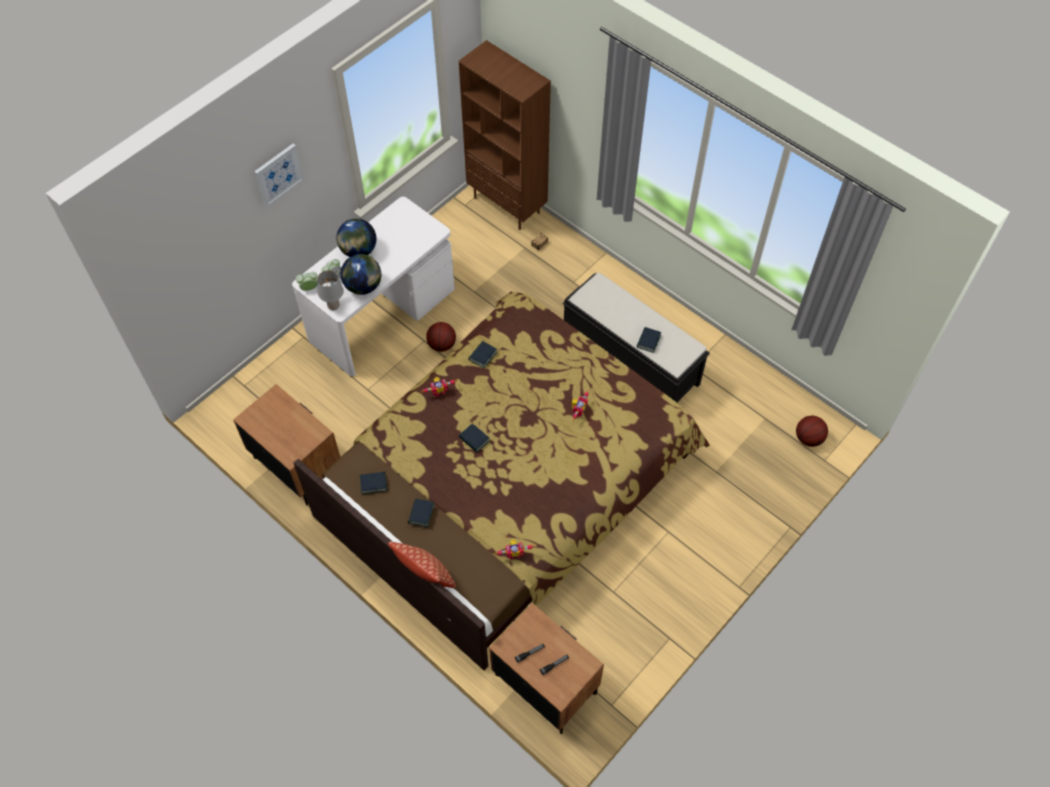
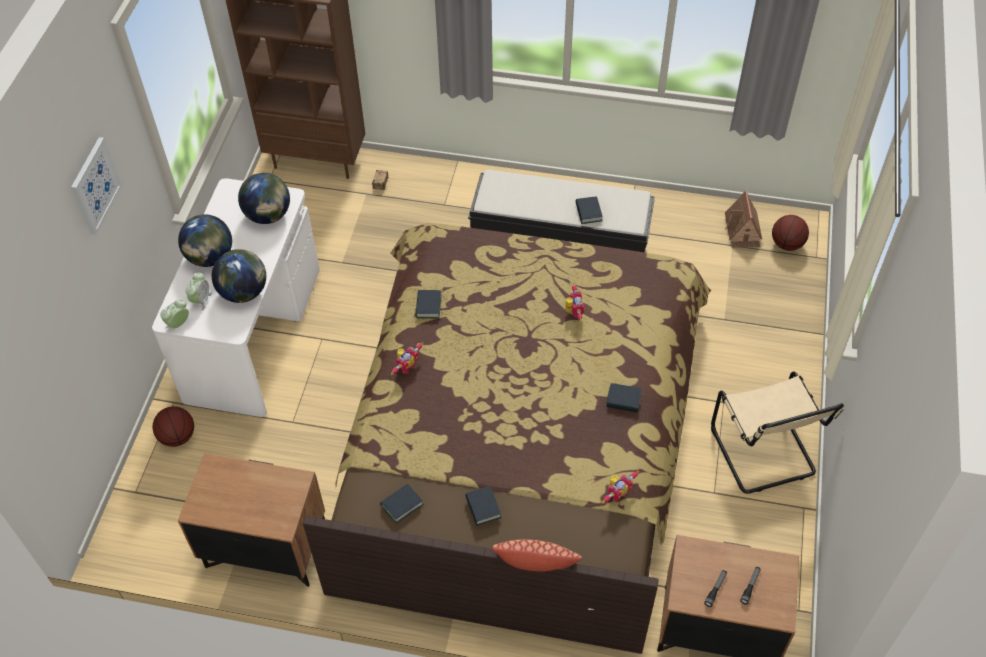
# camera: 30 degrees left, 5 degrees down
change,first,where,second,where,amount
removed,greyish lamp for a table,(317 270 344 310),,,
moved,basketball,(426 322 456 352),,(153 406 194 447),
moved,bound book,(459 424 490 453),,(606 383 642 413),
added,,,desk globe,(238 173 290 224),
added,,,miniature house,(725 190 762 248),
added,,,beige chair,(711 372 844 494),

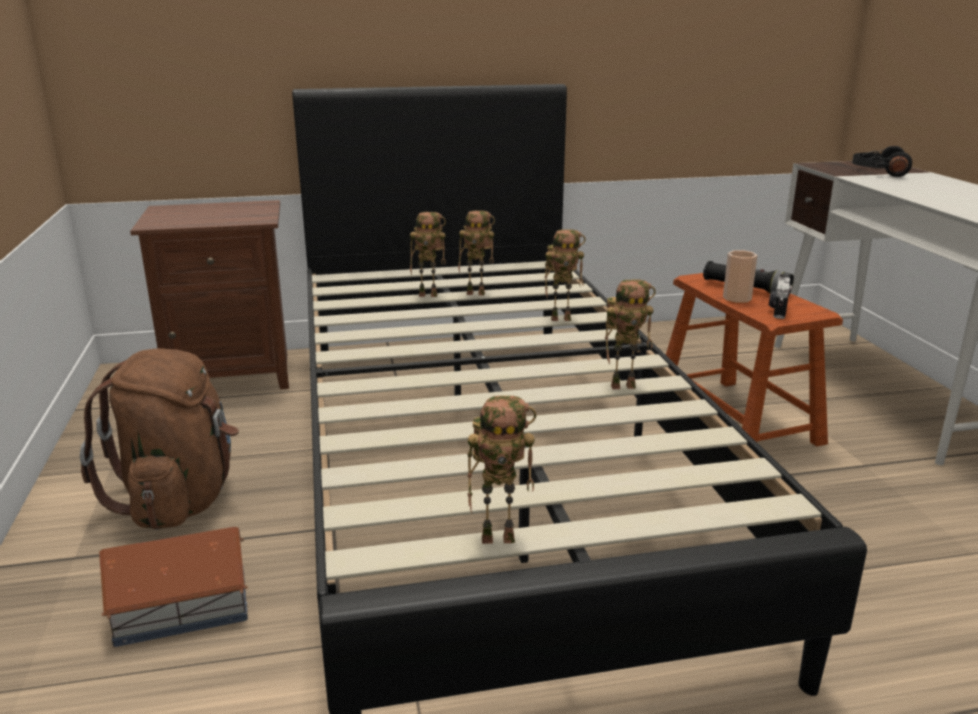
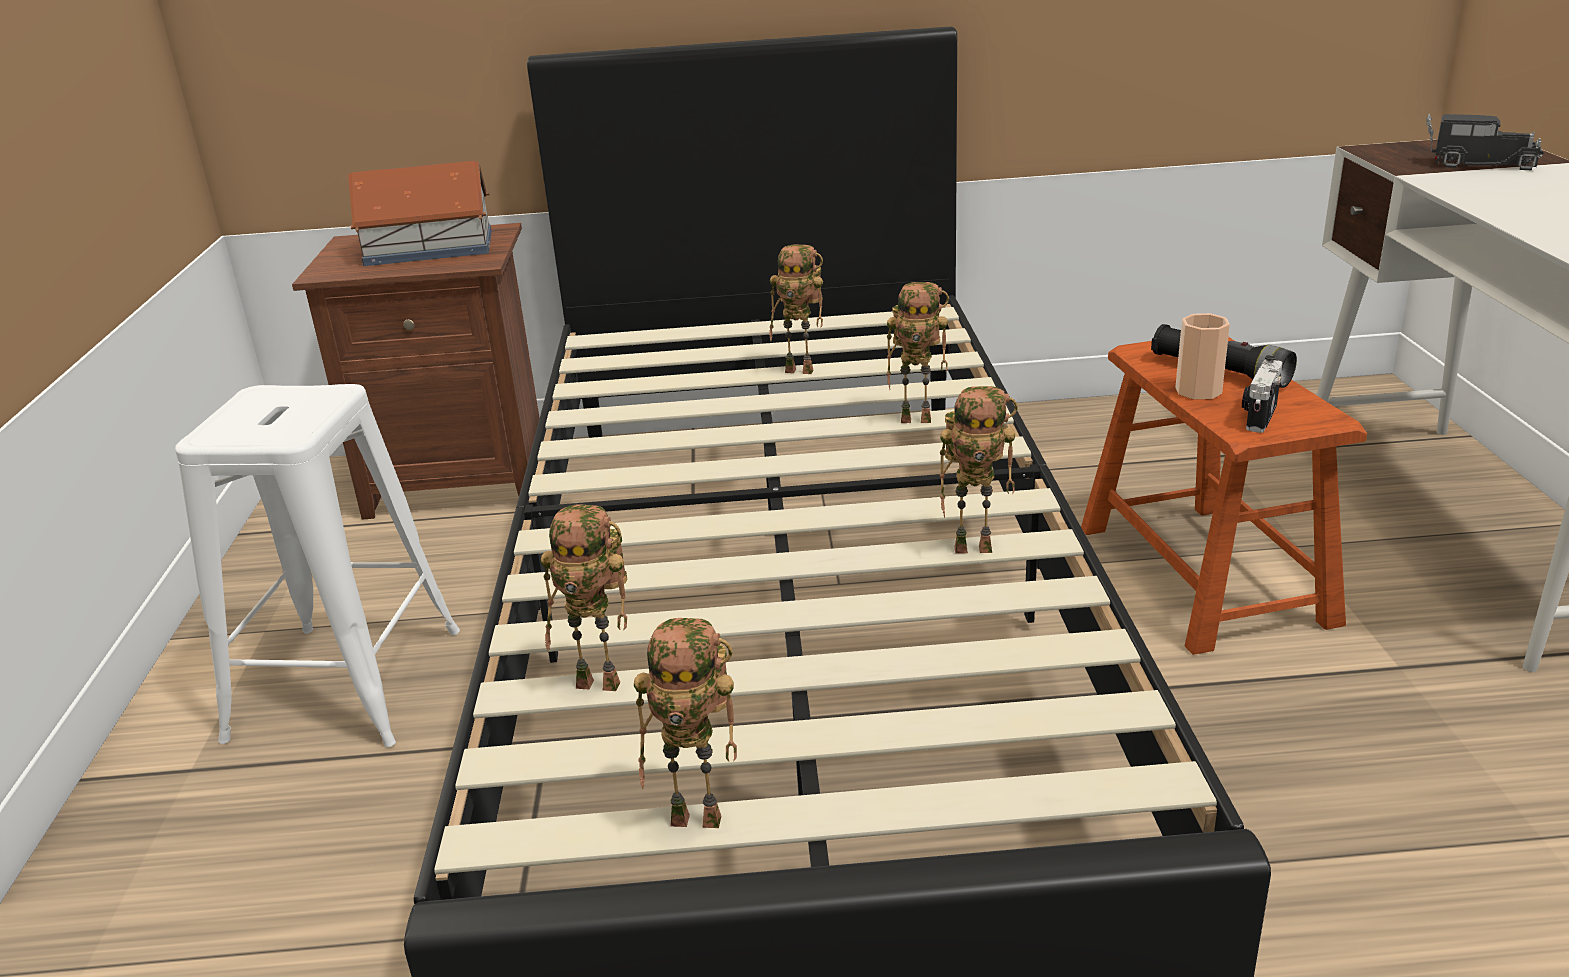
# camera: 10 degrees right, 5 degrees up
change,first,where,second,where,amount
replaced,black-coloured headset,(852 146 912 177),toy truck,(1426 113 1544 170),
moved,model robot,(410 212 446 297),,(541 504 627 691),
replaced,brown-coloured backpack,(80 348 239 530),white sitting stool,(175 384 460 748),
moved,miniature house,(99 527 248 647),,(348 161 492 266),

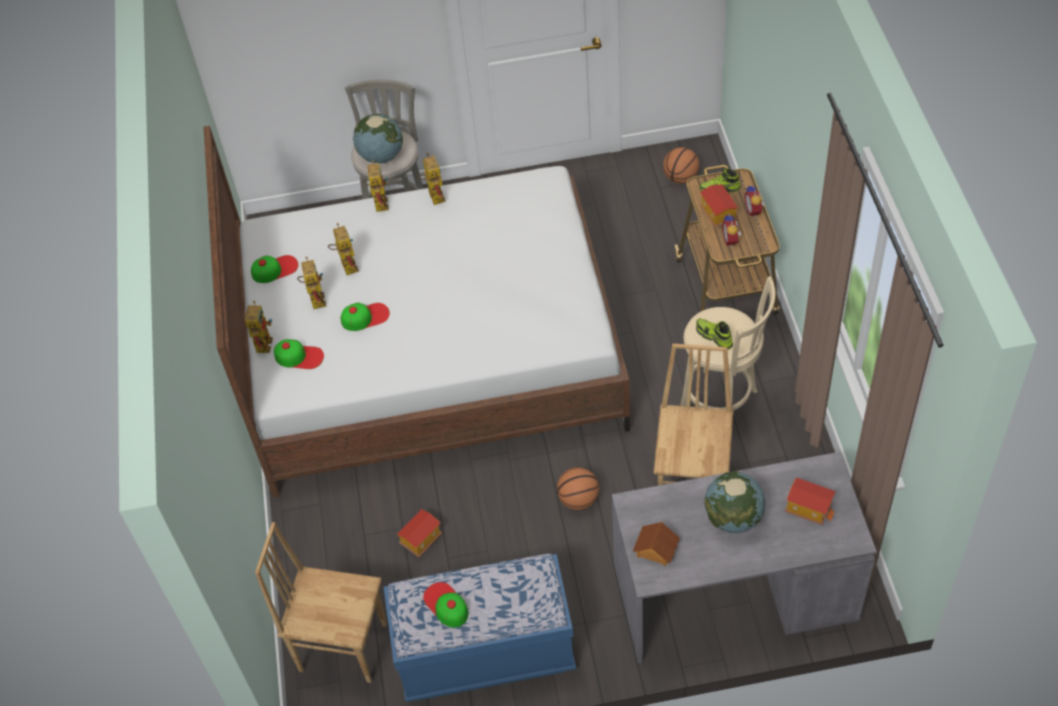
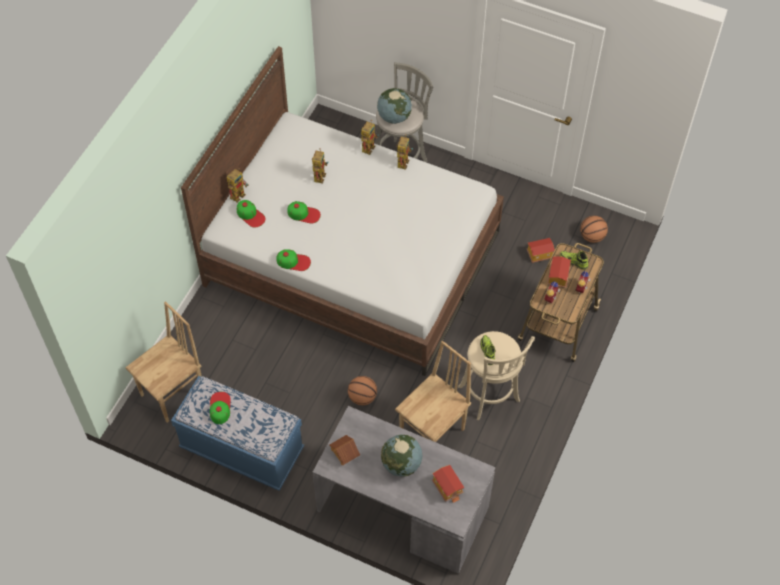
# camera: 30 degrees right, 5 degrees up
change,first,where,second,where,amount
moved,cap,(251 255 298 283),,(277 249 311 271),
removed,model robot,(297 256 326 309),,,
moved,miniature house,(397 509 442 557),,(527 238 555 263),
turned,brown-coloured chair,(255 522 387 683),,(126 301 202 423),90 degrees clockwise

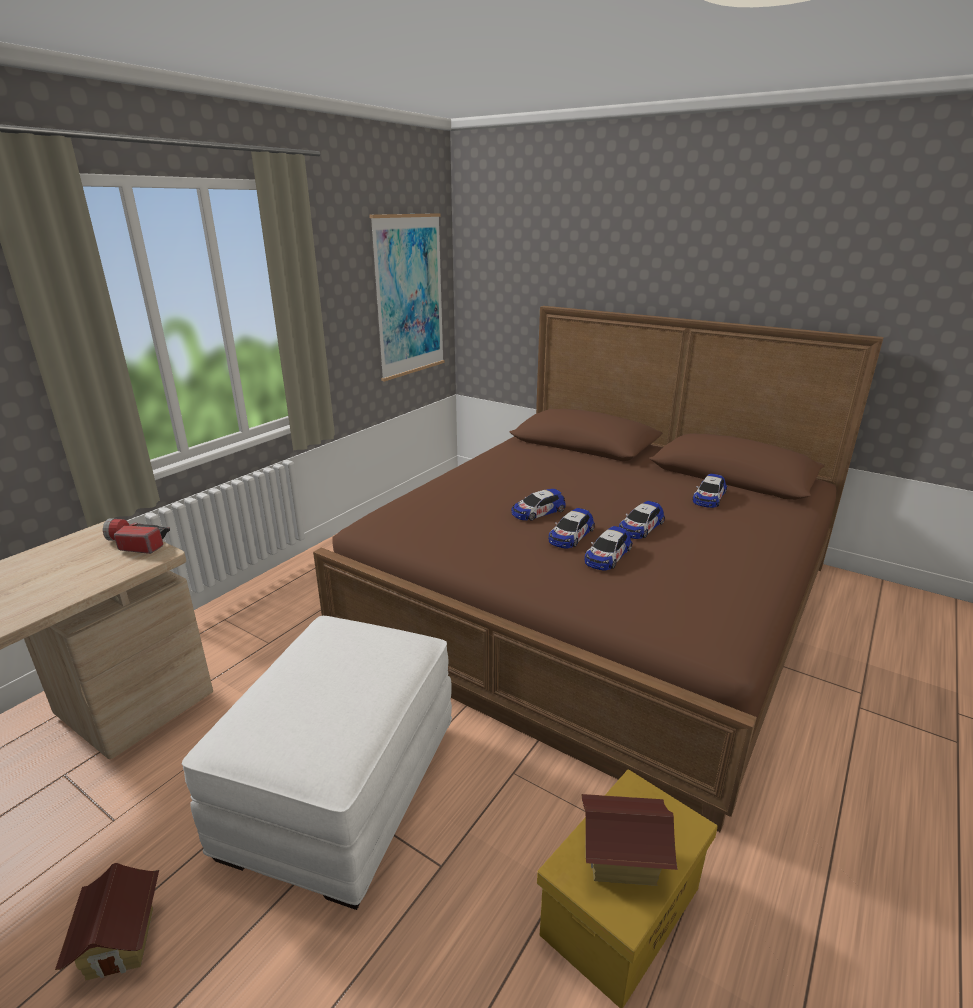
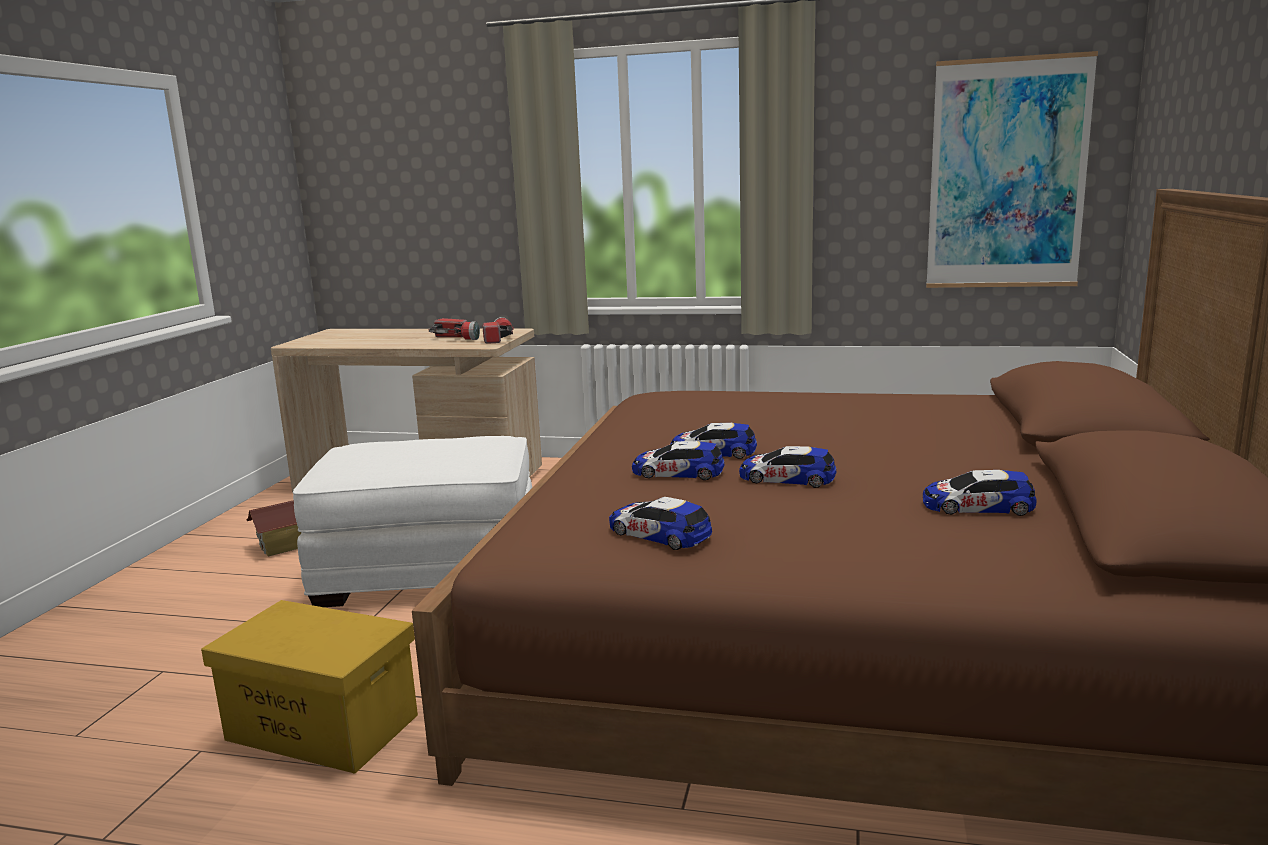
# camera: 70 degrees right, 10 degrees down
change,first,where,second,where,amount
moved,toy car,(512 489 566 521),,(609 497 712 550),
removed,miniature house,(582 794 678 886),,,
added,,,hand torch,(429 318 480 340),

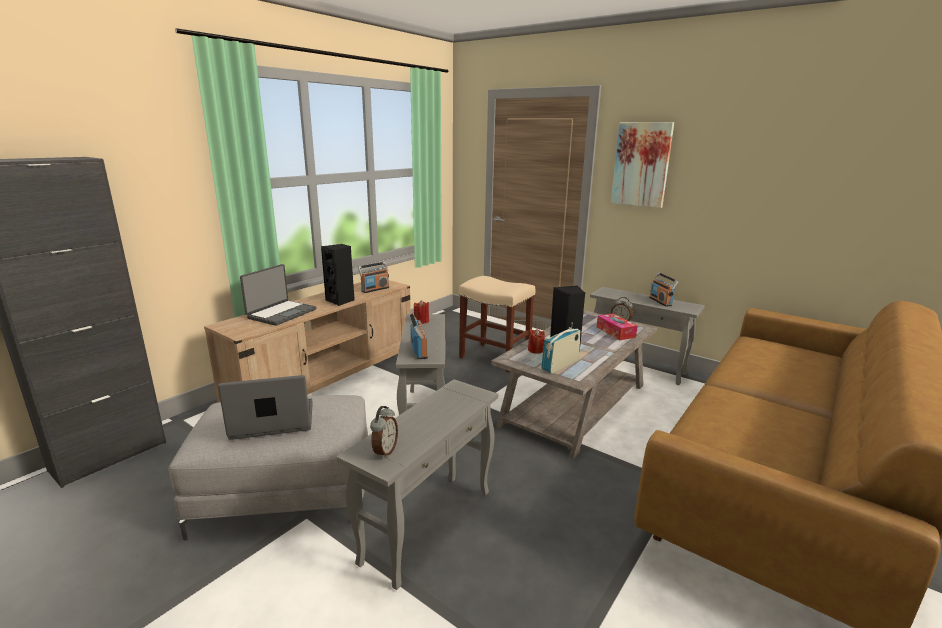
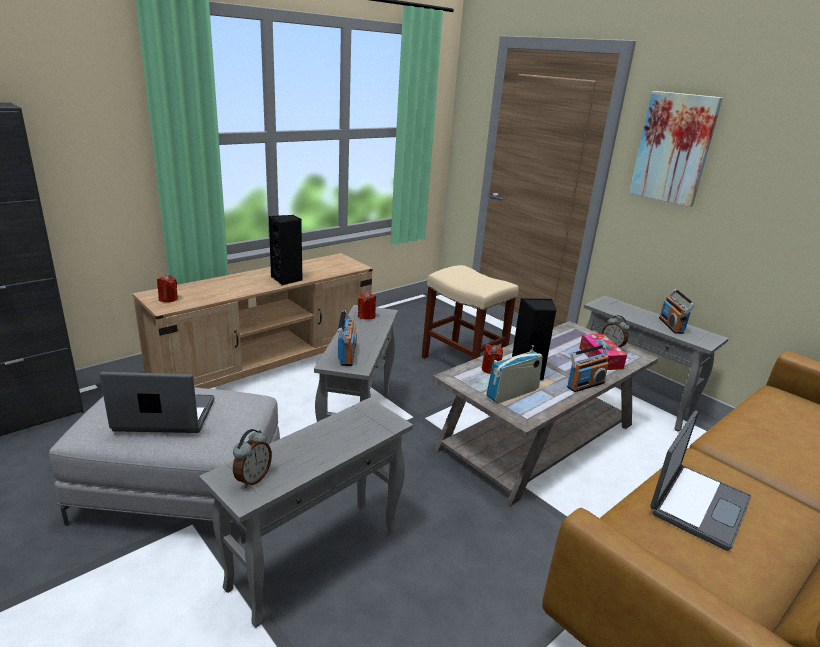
# camera: 10 degrees right, 5 degrees up
change,first,where,second,where,amount
moved,radio receiver,(358 262 389 293),,(567 345 609 392),
moved,laptop,(240 264 316 326),,(650 410 751 551),
added,,,reddish wax light,(157 275 178 302),

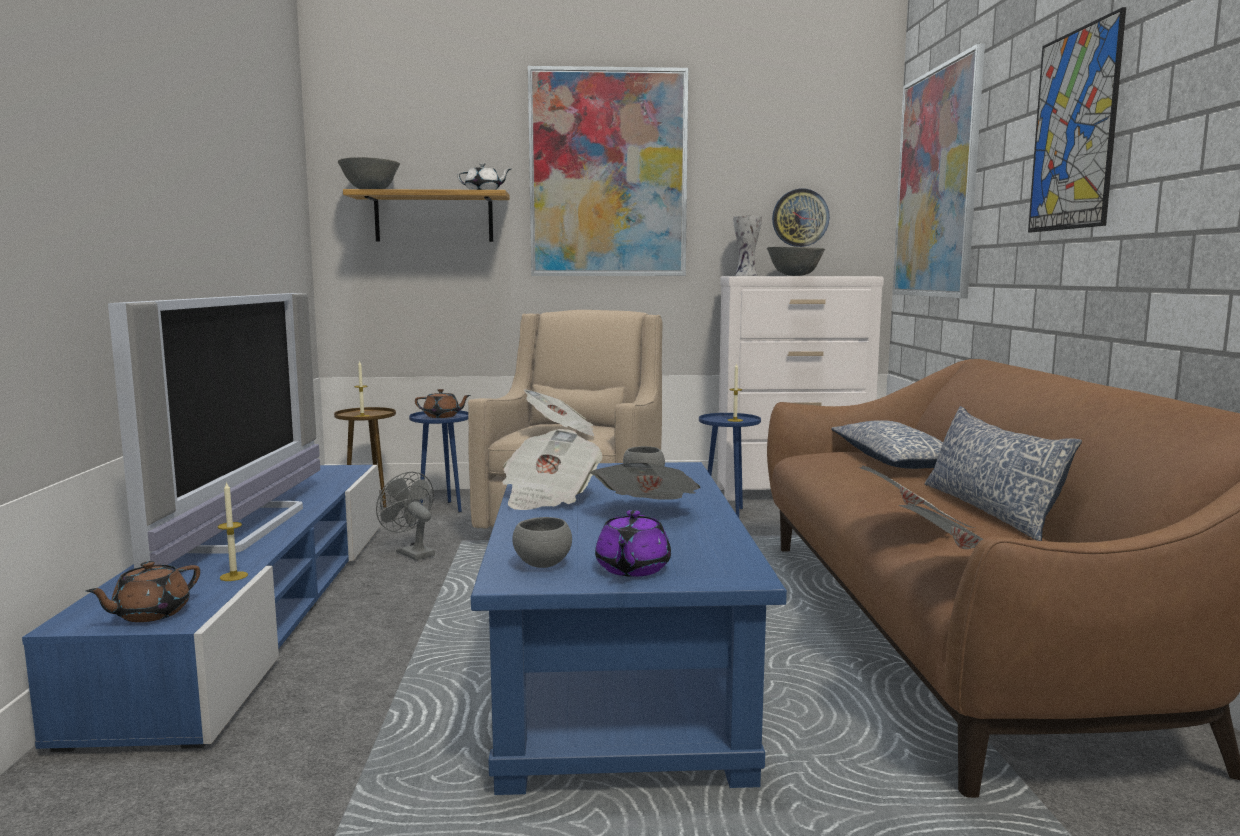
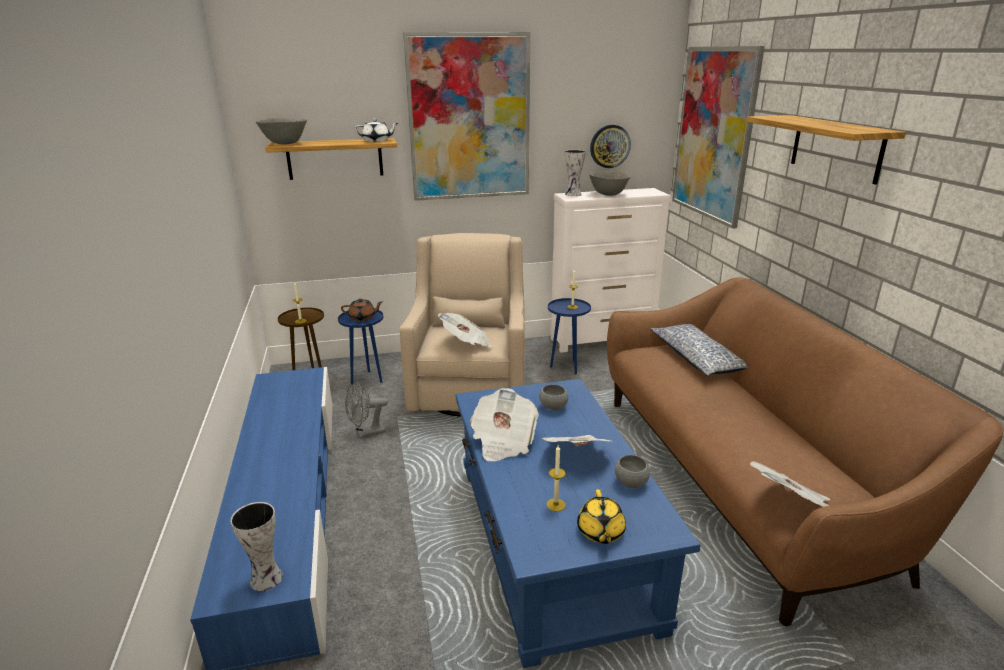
# camera: 10 degrees left, 15 degrees up
change,first,where,second,where,amount
replaced,picture,(1028 7 1126 232),wall shelf,(746 115 906 185),
removed,television,(108 293 320 569),,,
removed,cushion,(924 406 1082 541),,,
removed,printed paper,(859 465 975 528),,,
turned,greyish electric fan,(376 472 435 560),,(345 381 388 439),60 degrees counterclockwise
moved,wax light,(218 481 248 581),,(546 445 566 512),
recoloured,purplish pot for tea,(595 510 671 577),yellow-coloured pot for tea,(577 489 626 544),
moved,greyish deep dish,(512 517 572 568),,(615 455 650 488),
replaced,brown-coloured pot for tea,(86 561 200 622),vase,(230 502 283 591),

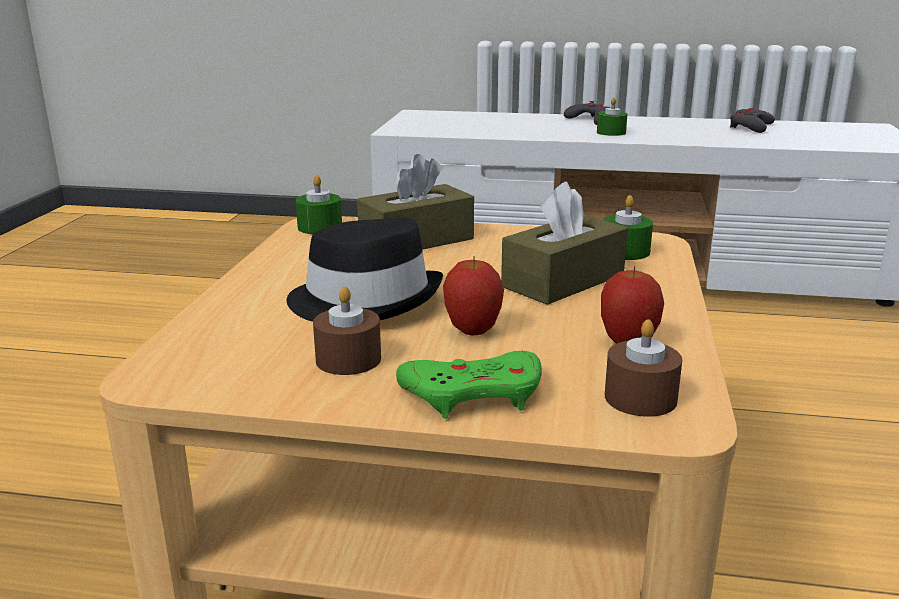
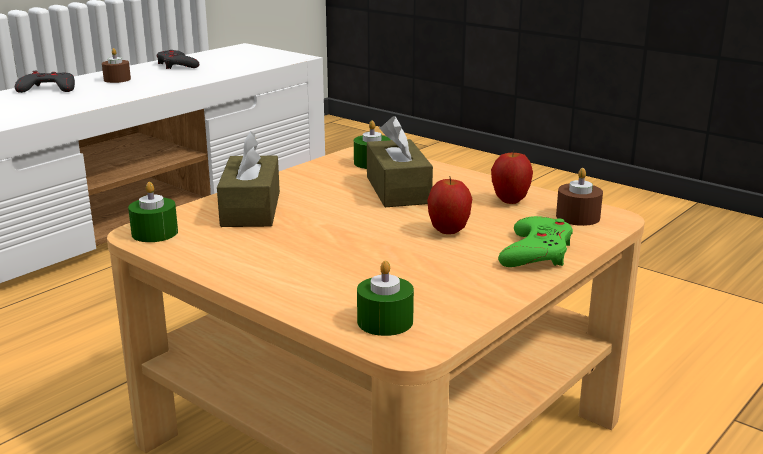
# camera: 60 degrees left, 0 degrees up
change,first,where,second,where,amount
moved,green-coloured wax light,(597 97 627 136),,(357 260 414 336),
removed,black-coloured clothing hat,(286 218 443 322),,,
moved,brown-coloured wax light,(313 287 381 375),,(102 48 131 83),

